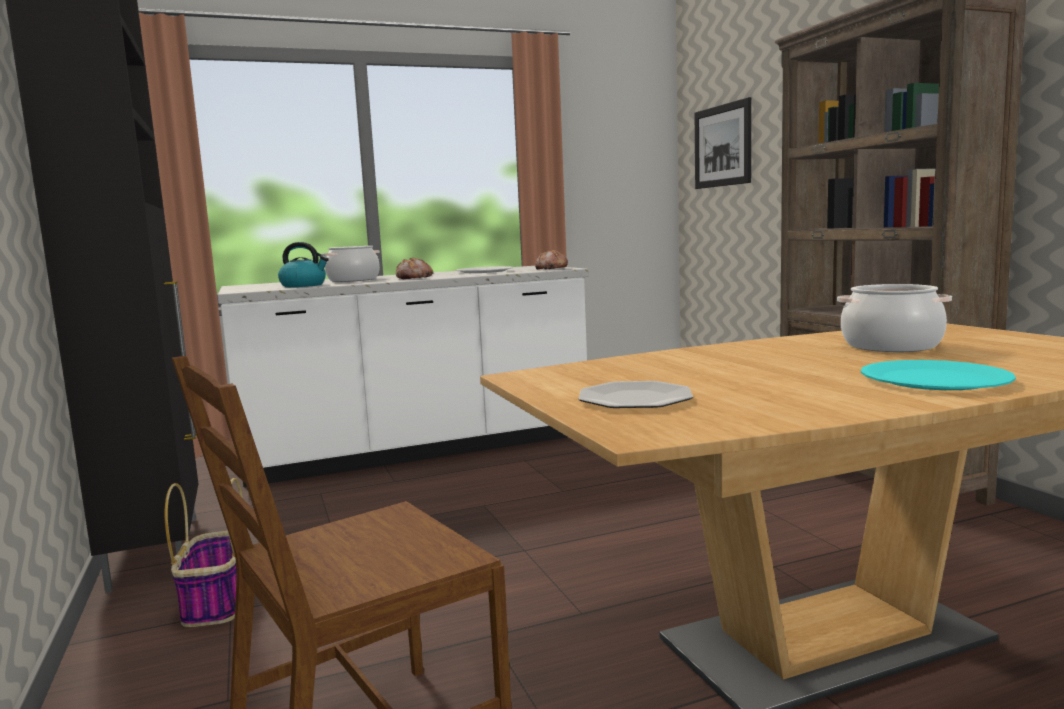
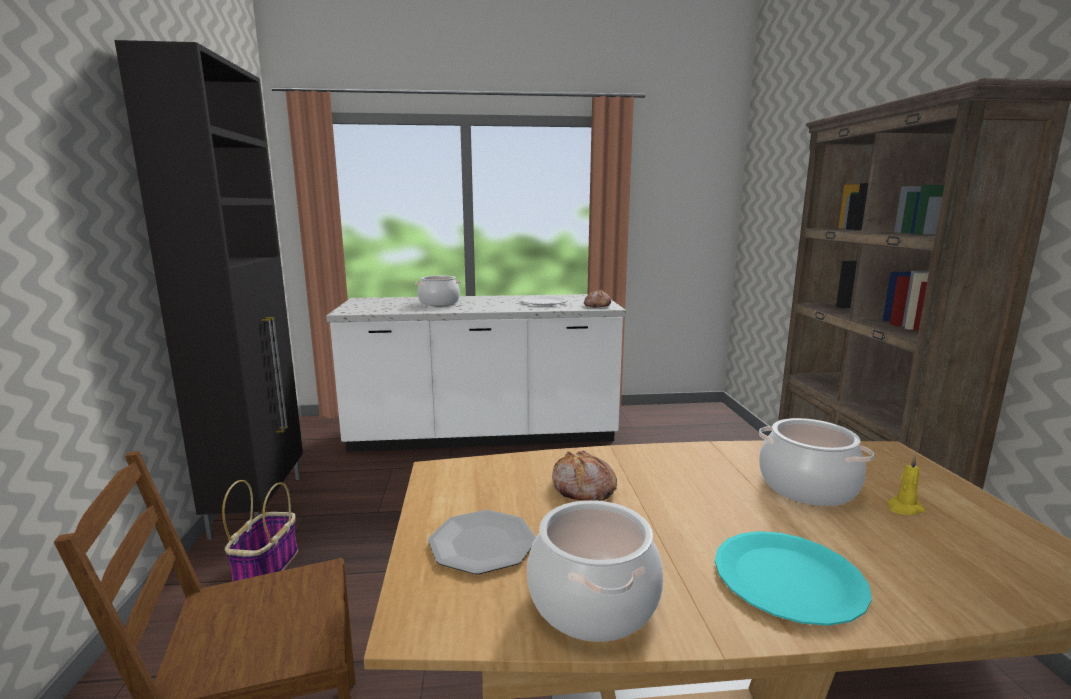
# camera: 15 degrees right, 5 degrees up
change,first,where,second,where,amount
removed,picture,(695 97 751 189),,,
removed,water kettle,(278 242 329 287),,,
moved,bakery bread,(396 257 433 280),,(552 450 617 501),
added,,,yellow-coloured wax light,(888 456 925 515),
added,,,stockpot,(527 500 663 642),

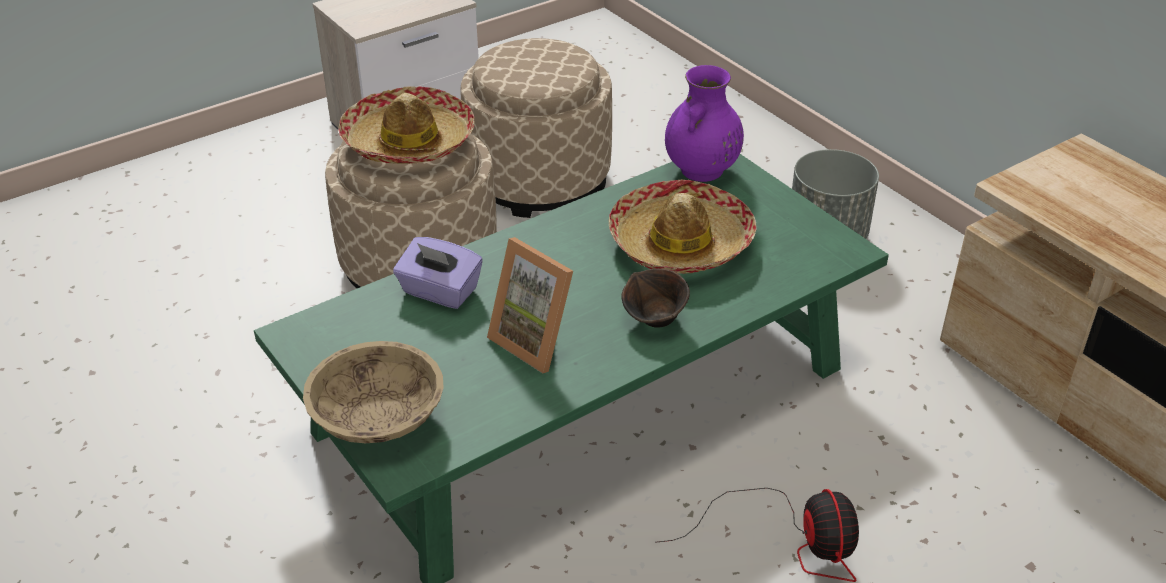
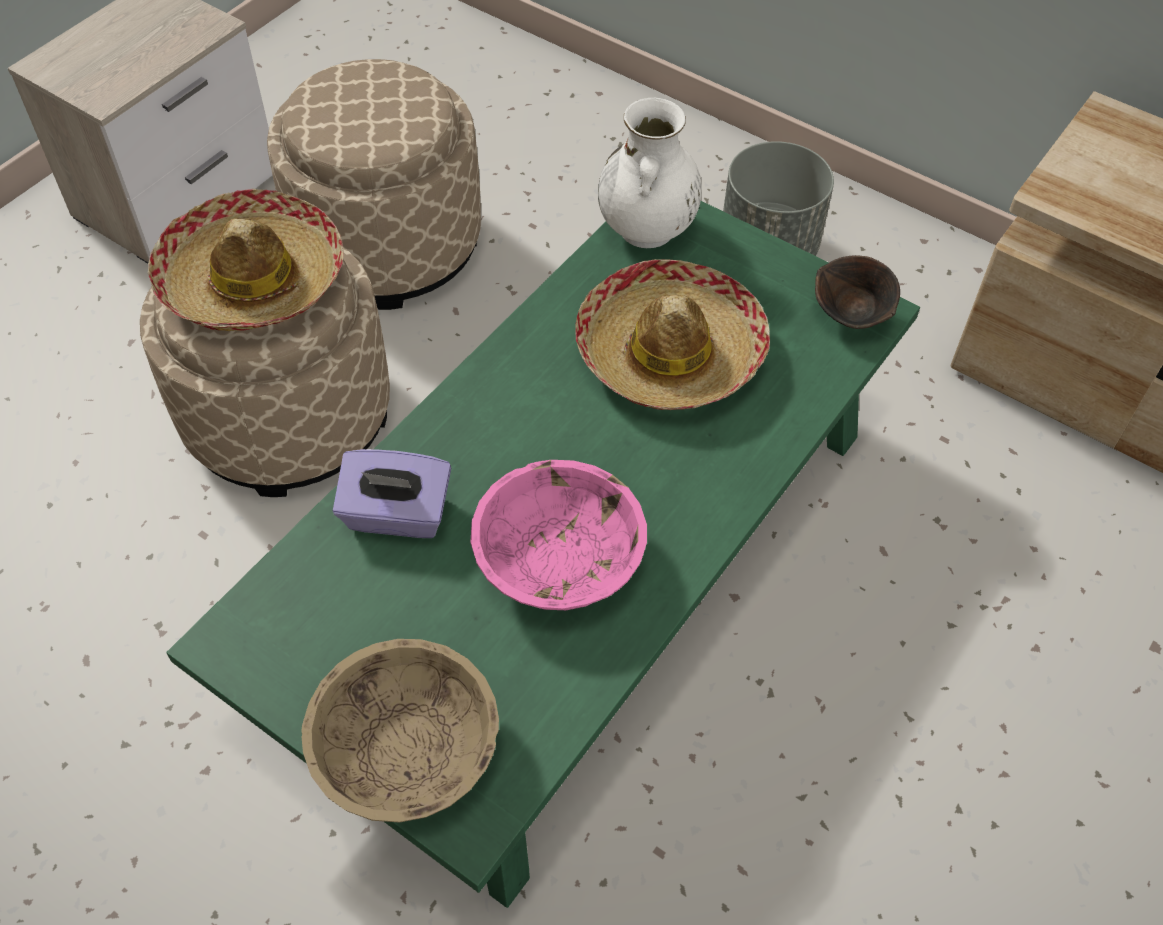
# camera: 20 degrees left, 15 degrees up
change,first,where,second,where,amount
recoloured,purplish vase,(665 65 744 182),white vase,(598 98 702 248),
replaced,photo frame,(487 237 573 373),pink-coloured deep dish,(470 460 647 610),
moved,brown-coloured deep dish,(621 269 690 328),,(815 255 900 329),
removed,electric fan,(655 488 859 582),,,

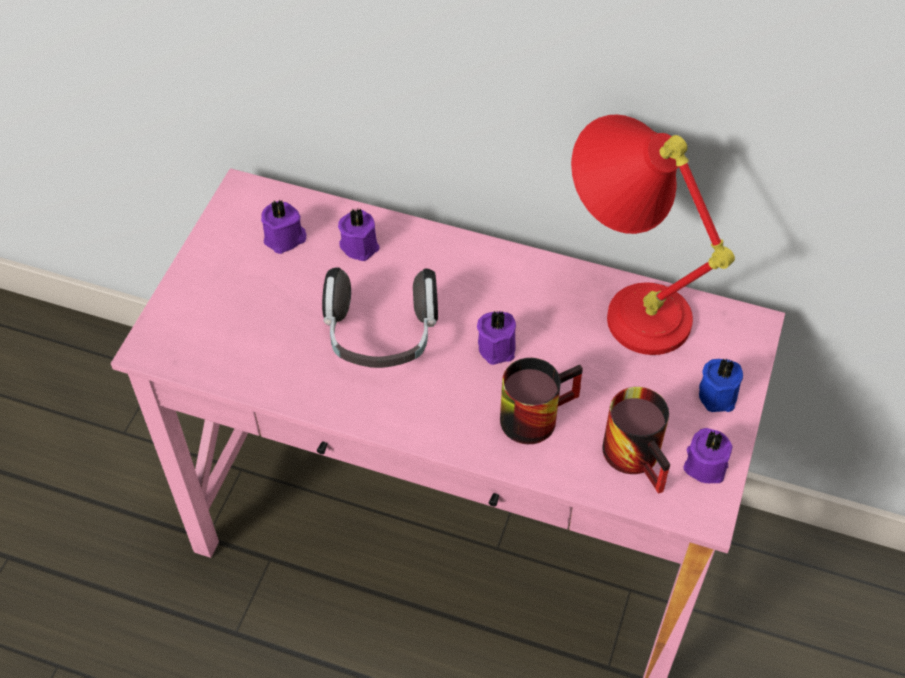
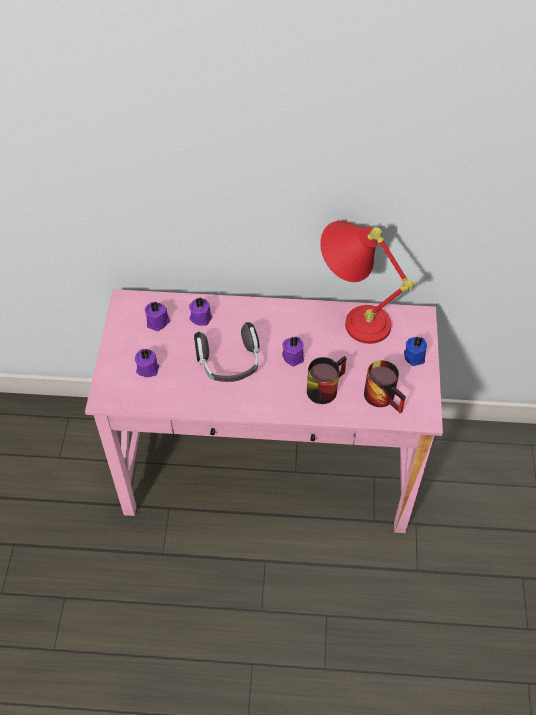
# camera: 15 degrees left, 0 degrees up
change,first,where,second,where,amount
moved,purplish wax light,(683 428 733 483),,(135 349 159 377),

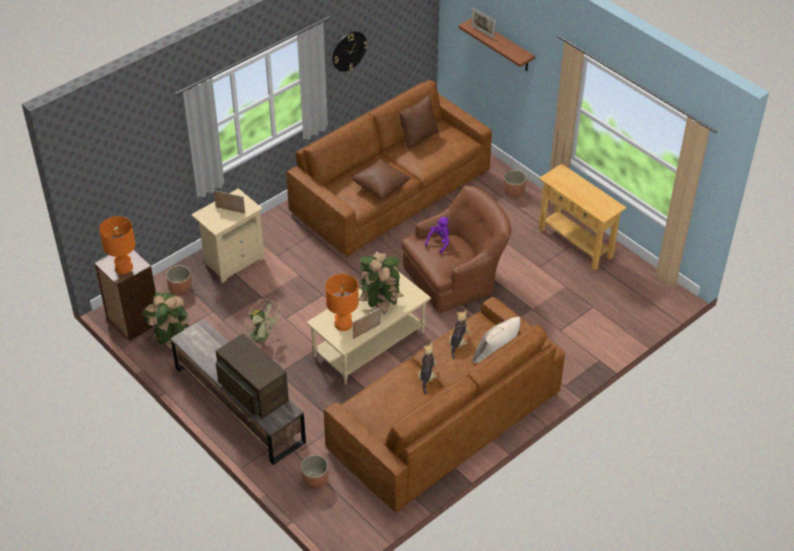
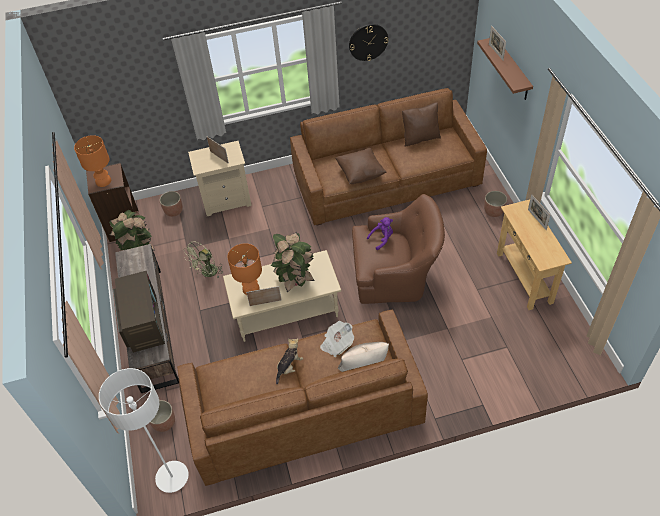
# camera: 30 degrees right, 5 degrees up
change,first,where,second,where,amount
turned,green-coloured electric fan,(246 299 282 342),,(184 241 222 278),60 degrees clockwise
replaced,cuddly toy,(449 310 470 359),printed paper,(320 321 354 357),
added,,,photo frame,(528 194 550 230),
added,,,white floor lamp,(99 368 189 493),

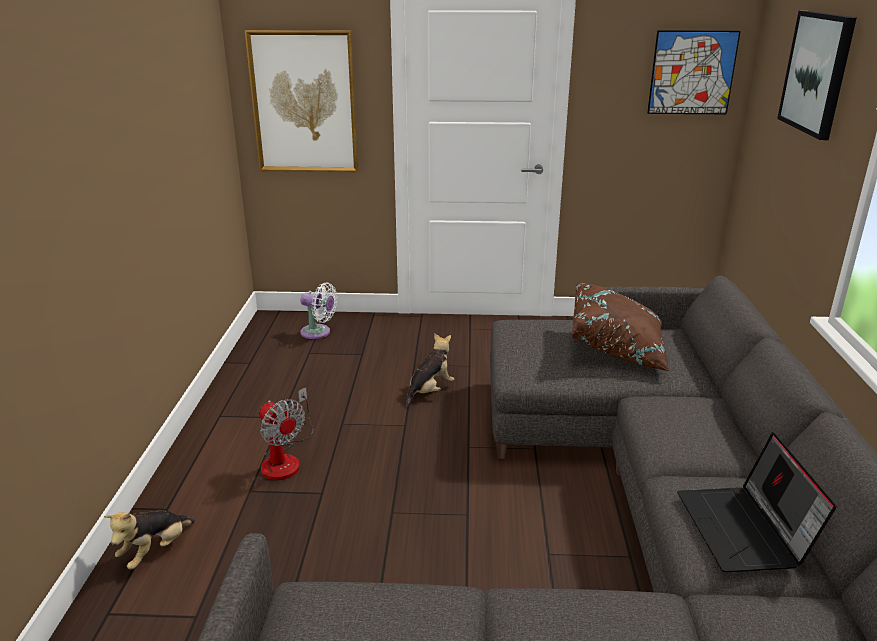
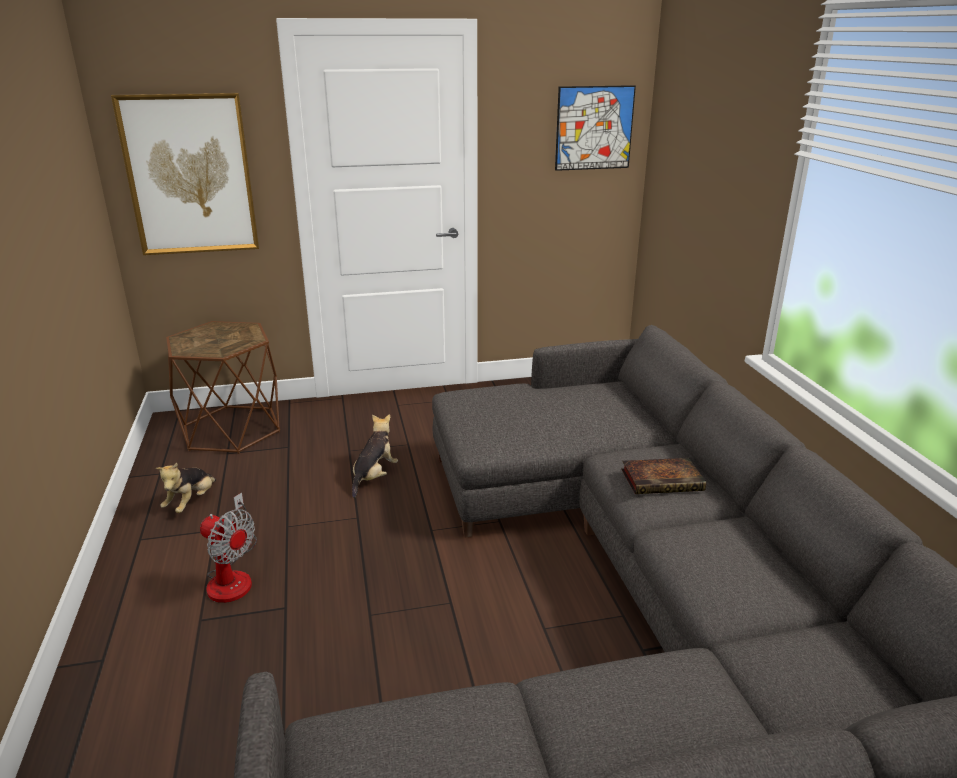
# camera: 15 degrees left, 0 degrees up
change,first,where,second,where,amount
removed,picture,(777 11 857 140),,,
replaced,white electric fan,(300 283 337 339),brown-coloured side table,(166 321 280 454),
removed,brown-coloured cushion,(572 283 670 372),,,
removed,laptop,(677 432 837 572),,,
moved,cuddly toy,(104 510 195 570),,(156 463 216 513),
added,,,bound book,(622 458 706 494),

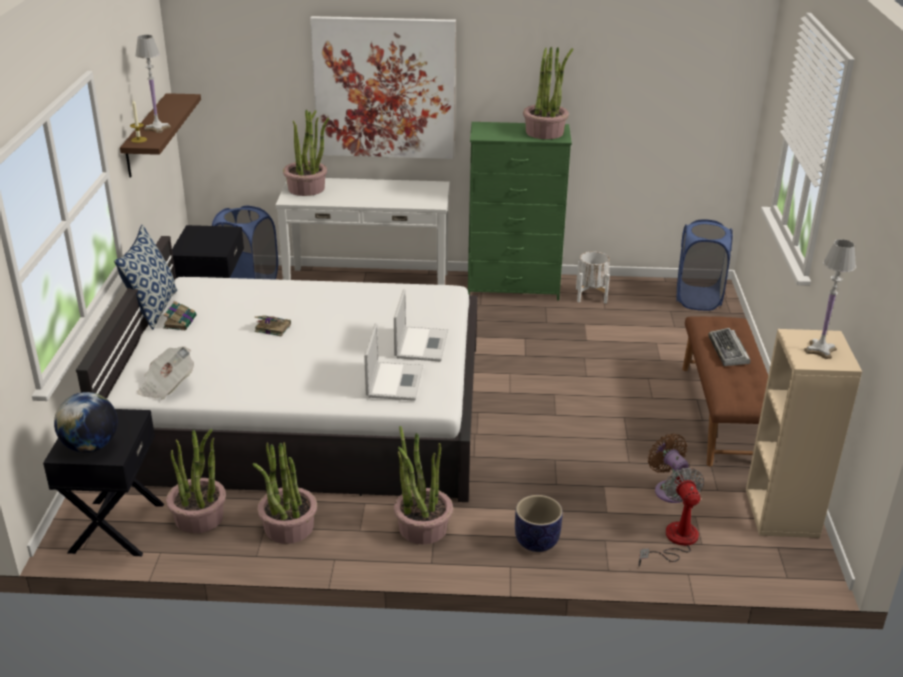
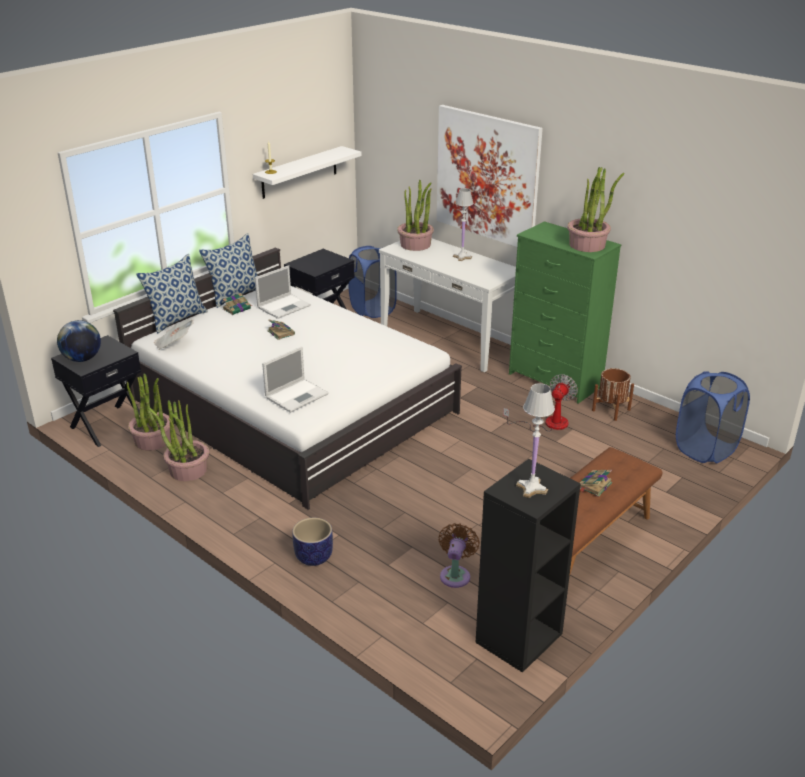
# camera: 40 degrees right, 0 degrees up
change,first,where,second,where,amount
moved,white lamp for a table,(135 35 171 133),,(453 188 473 261),
recoloured,brown-coloured wall shelf,(120 93 201 178),white wall shelf,(253 146 361 199),
recoloured,white planter,(576 251 610 303),brown-coloured planter,(592 368 634 421),
moved,laptop,(394 289 448 361),,(255 265 311 319),
replaced,computer keyboard,(708 328 751 366),bound book,(580 470 612 497),
recoloured,beige bookcase,(746 329 862 538),black-coloured bookcase,(475 459 581 673),
removed,plant in a pot,(394 426 453 544),,,
moved,electric fan,(638 468 704 567),,(503 374 578 432),
added,,,cushion,(136 254 208 333),

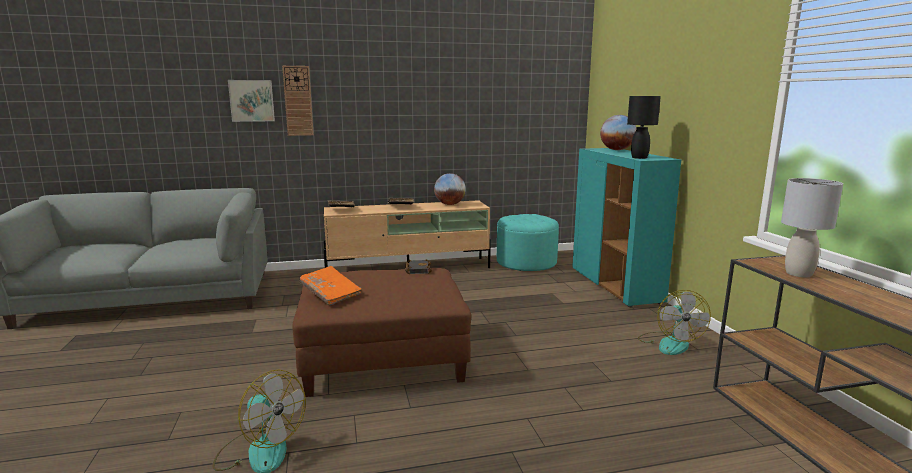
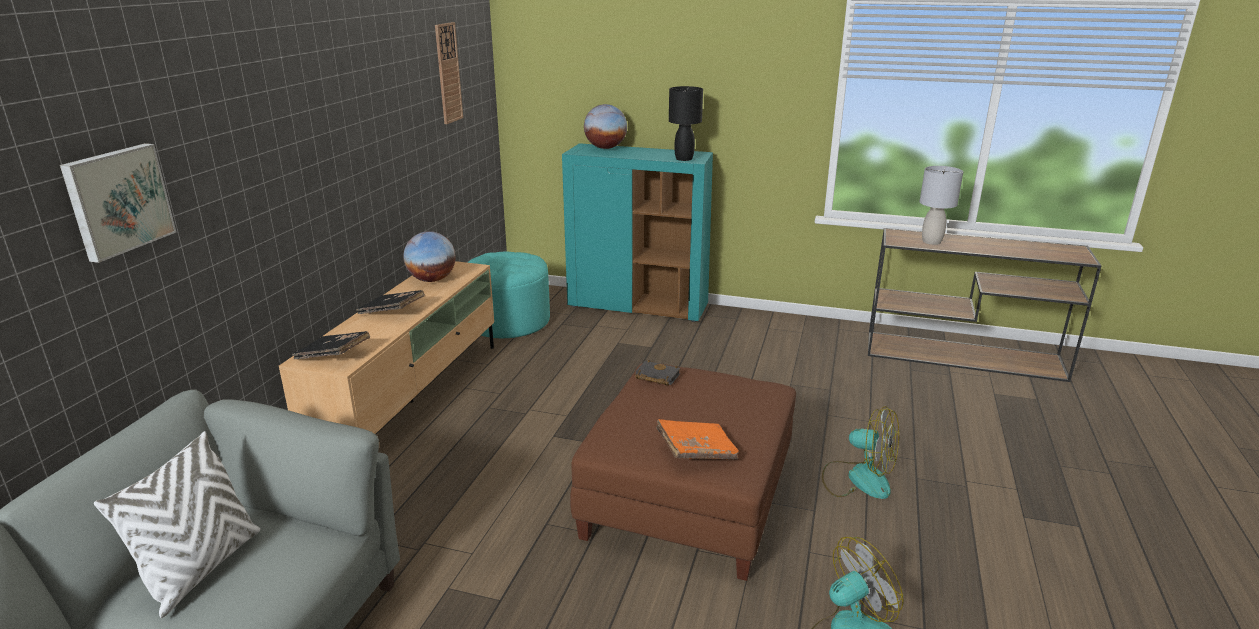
# camera: 60 degrees left, 10 degrees up
change,first,where,second,where,amount
moved,wall clock,(282 66 314 136),,(435 22 463 124),
moved,electric fan,(638 290 711 355),,(822 406 899 499),
added,,,white cushion,(94 431 260 618),

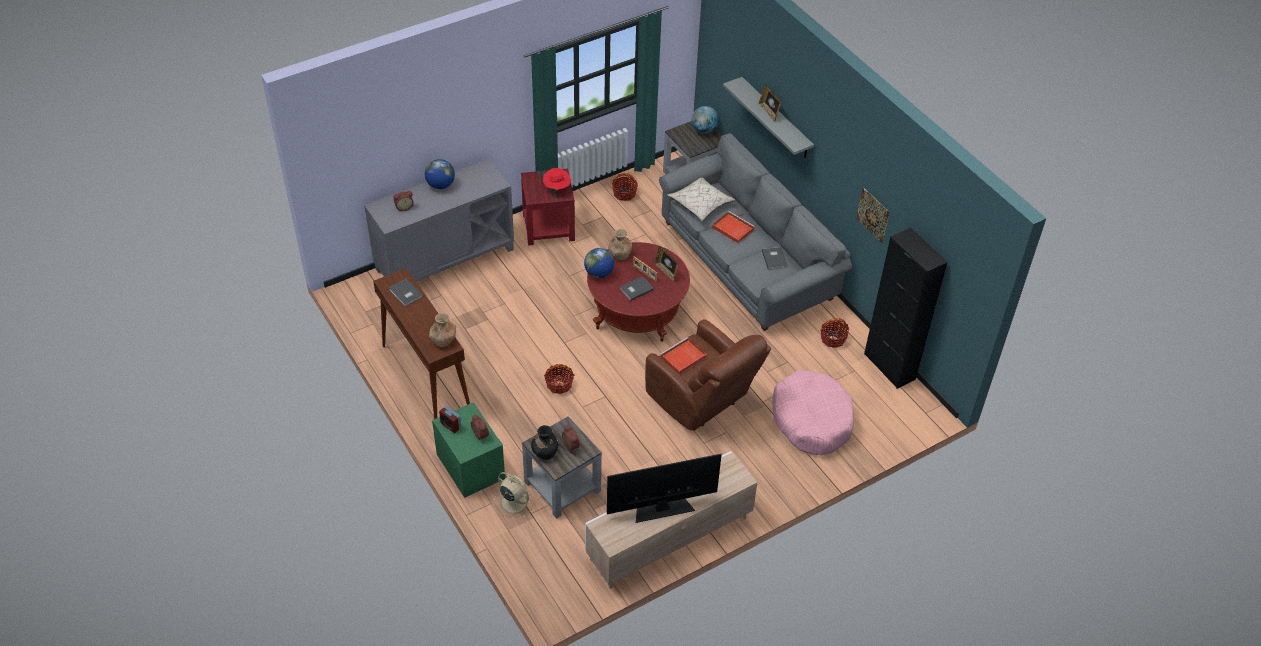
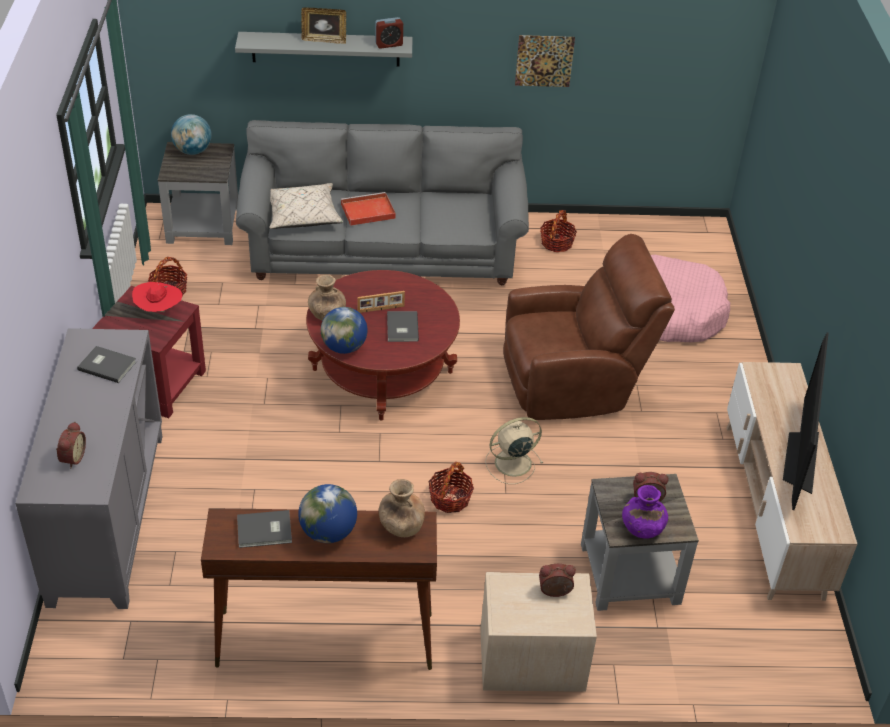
# camera: 60 degrees left, 5 degrees down
change,first,where,second,where,amount
moved,desk globe,(425 159 455 189),,(298 484 357 543),
removed,black-coloured storage cabinet,(864 228 947 389),,,
removed,photo frame,(654 246 679 282),,,
moved,greyish bound book,(762 247 787 270),,(77 346 136 383),
removed,reddish carrying tray,(660 337 707 374),,,
recoloured,green-coloured night table,(432 402 505 498),beige night table,(480 572 597 692),
moved,alarm clock,(439 406 461 433),,(375 17 403 49),
recoloured,black-coloured vase,(531 425 559 460),purplish vase,(622 485 668 539),
moved,beige electric fan,(493 472 534 518),,(485 417 543 484),

